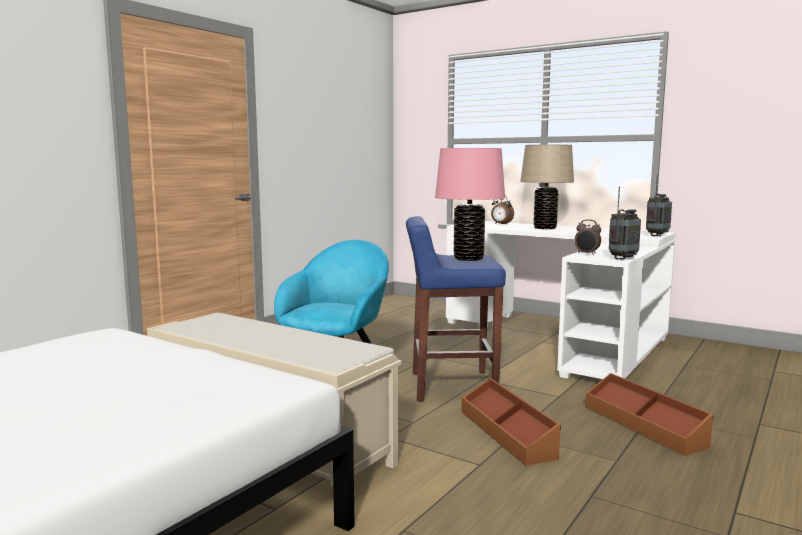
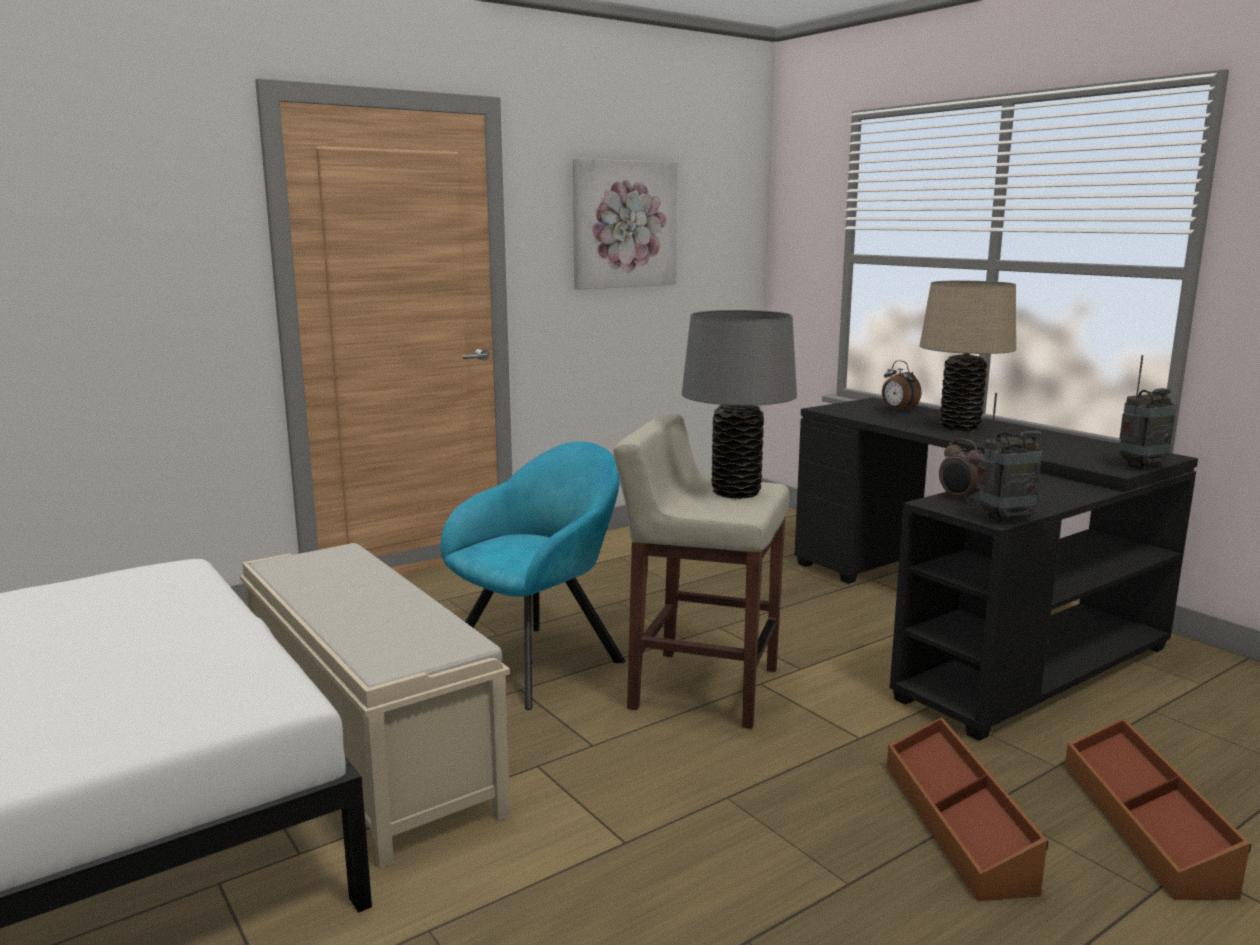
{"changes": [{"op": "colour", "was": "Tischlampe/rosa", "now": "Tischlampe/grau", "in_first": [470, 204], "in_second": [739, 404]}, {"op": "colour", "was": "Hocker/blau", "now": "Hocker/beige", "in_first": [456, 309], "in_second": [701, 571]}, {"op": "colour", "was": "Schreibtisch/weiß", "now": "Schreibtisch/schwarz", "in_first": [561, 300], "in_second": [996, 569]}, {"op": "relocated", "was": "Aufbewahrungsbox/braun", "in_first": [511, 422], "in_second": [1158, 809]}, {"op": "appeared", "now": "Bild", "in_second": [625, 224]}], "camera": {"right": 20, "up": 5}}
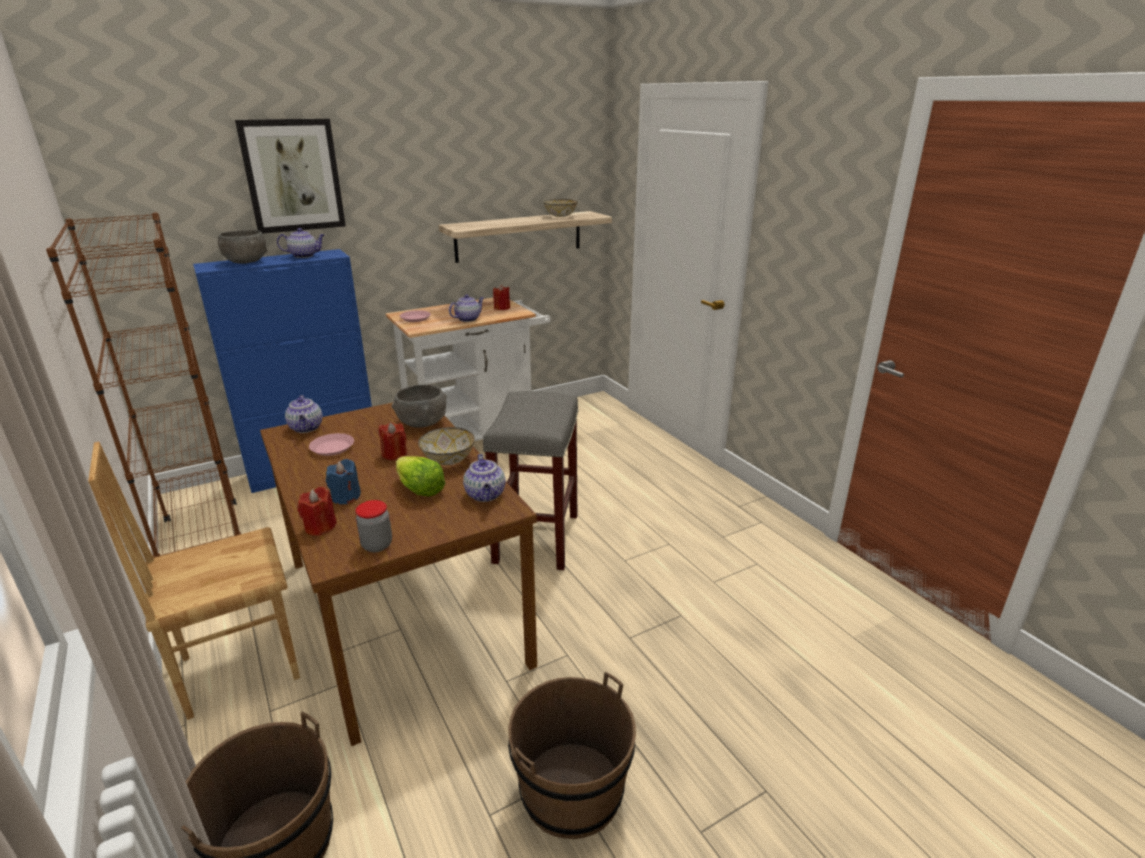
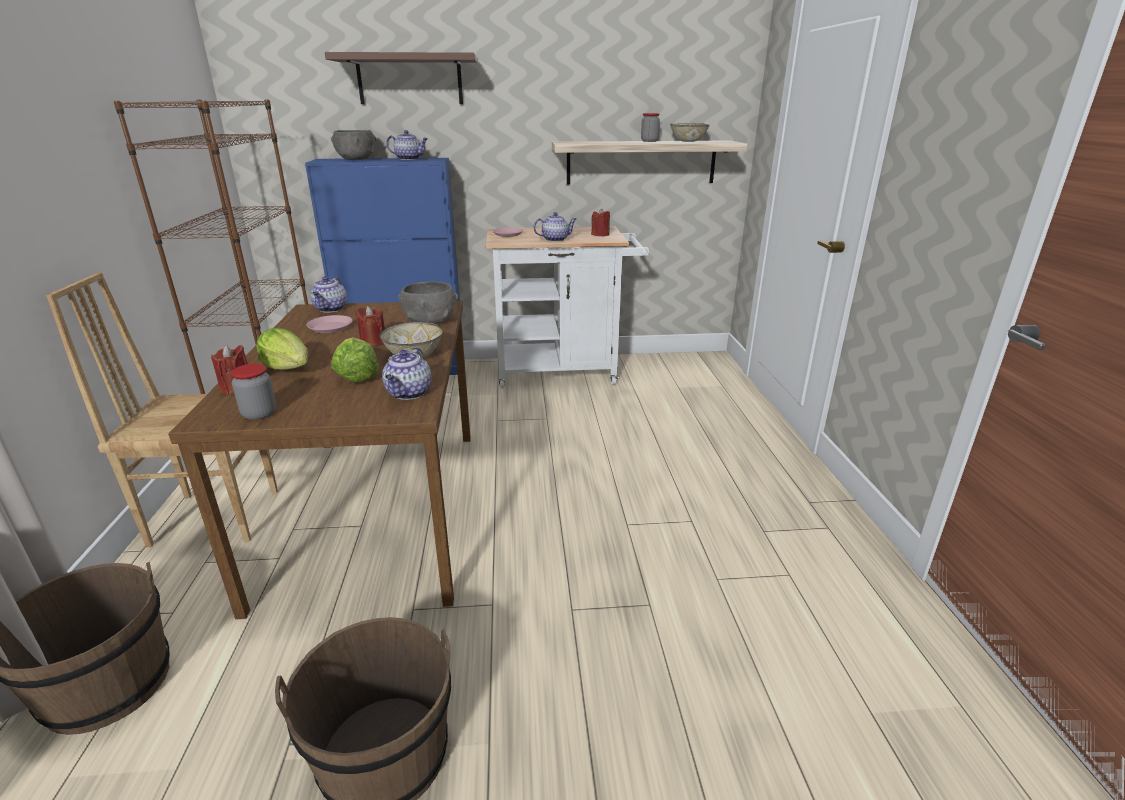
{"changes": [{"op": "exchanged", "was": "Bild", "now": "Wandregal/braun", "in_first": [290, 176], "in_second": [401, 78]}, {"op": "missing", "was": "Hocker/grau", "in_first": [531, 480]}, {"op": "exchanged", "was": "Kerze/blau", "now": "Salatkopf", "in_first": [343, 481], "in_second": [282, 349]}, {"op": "appeared", "now": "Vorratsglas", "in_second": [650, 127]}], "camera": {"right": 25, "up": 0}}
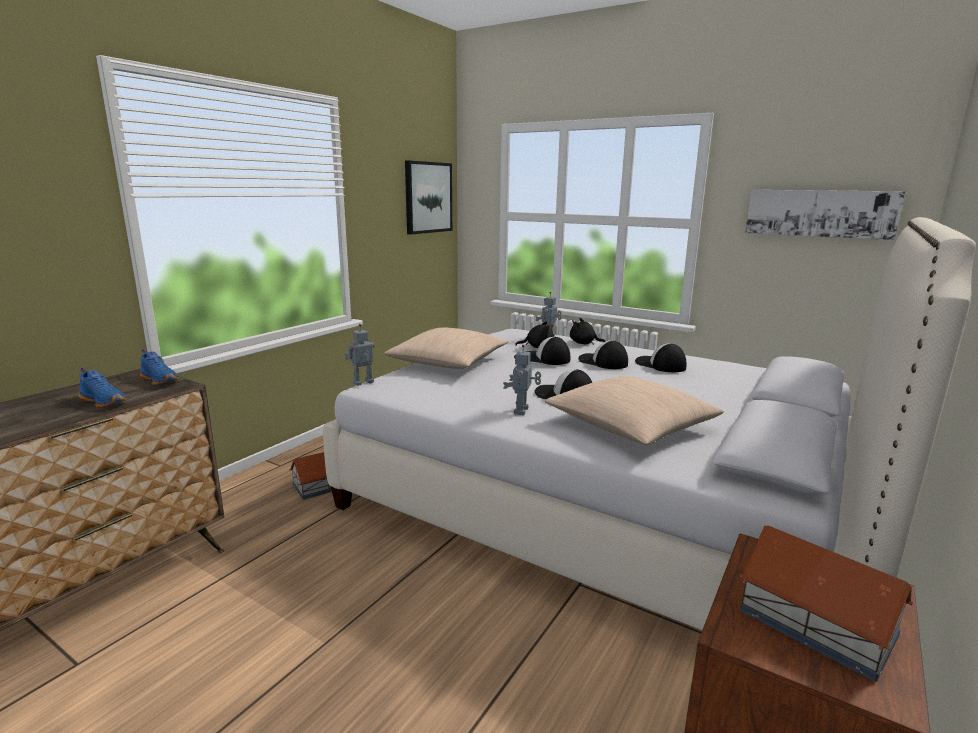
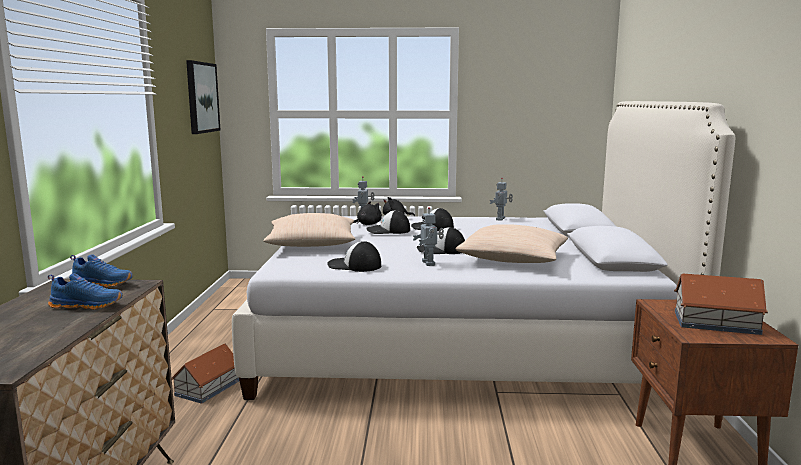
{"changes": [{"op": "missing", "was": "Bild", "in_first": [825, 215]}, {"op": "relocated", "was": "Spielzeugroboter", "in_first": [359, 355], "in_second": [501, 199]}, {"op": "relocated", "was": "Kappe", "in_first": [660, 357], "in_second": [354, 256]}], "camera": {"right": -30, "up": -5}}
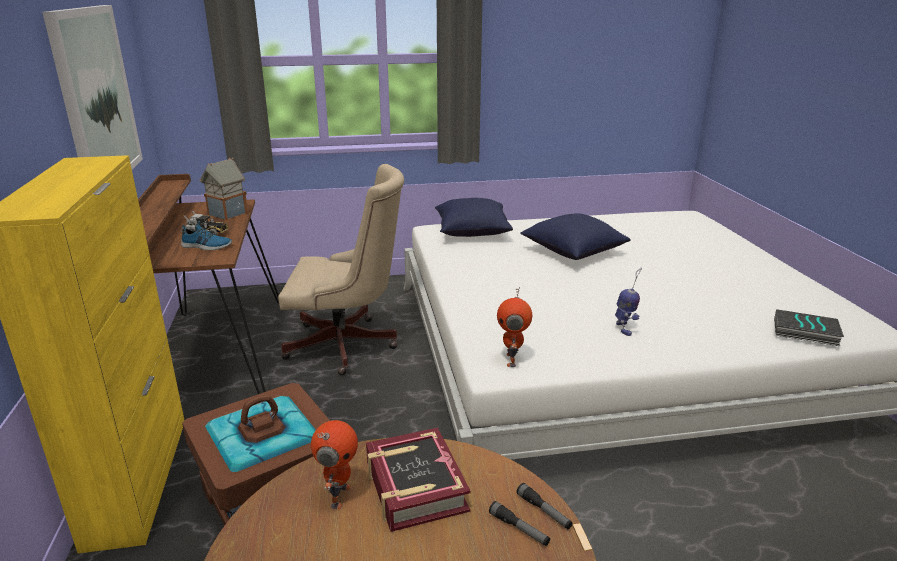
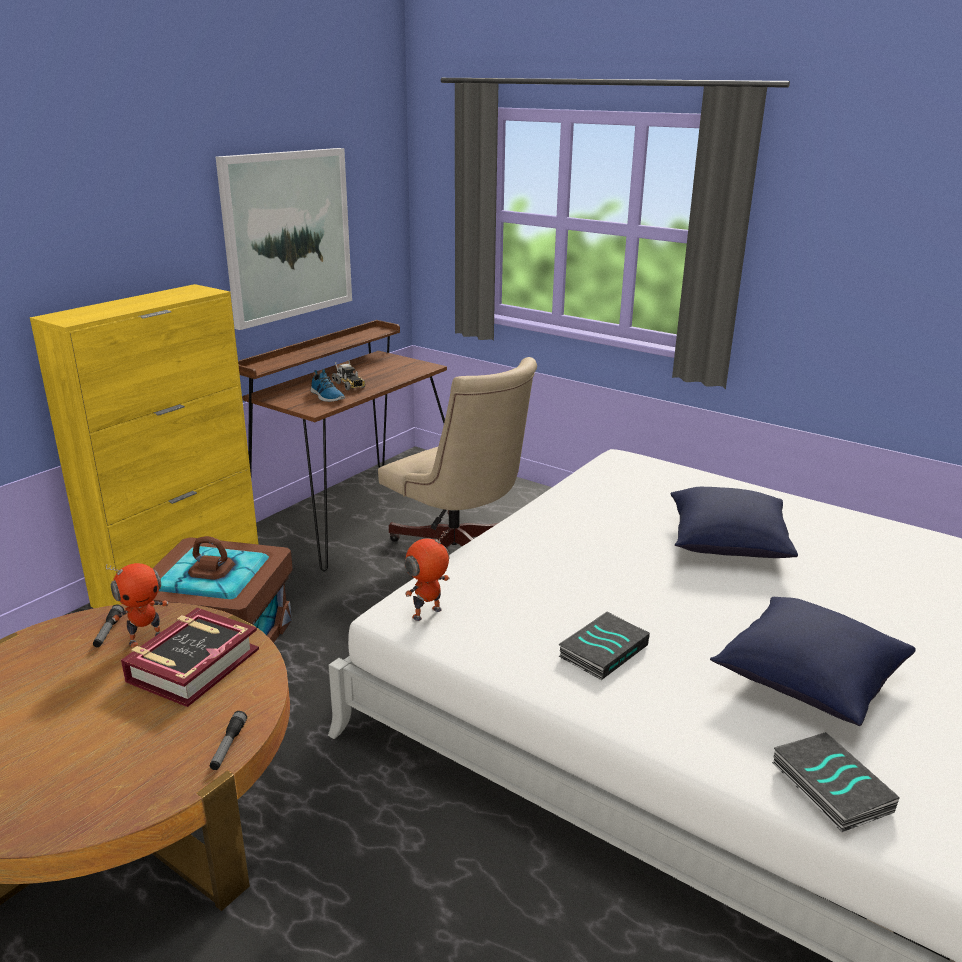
{"changes": [{"op": "missing", "was": "Spielzeughaus", "in_first": [224, 189]}, {"op": "relocated", "was": "Kissen/blau", "in_first": [474, 217], "in_second": [813, 661]}, {"op": "exchanged", "was": "Spielzeugroboter", "now": "Buch", "in_first": [628, 302], "in_second": [604, 646]}, {"op": "relocated", "was": "Taschenlampe", "in_first": [519, 523], "in_second": [108, 626]}], "camera": {"right": 45, "up": 0}}
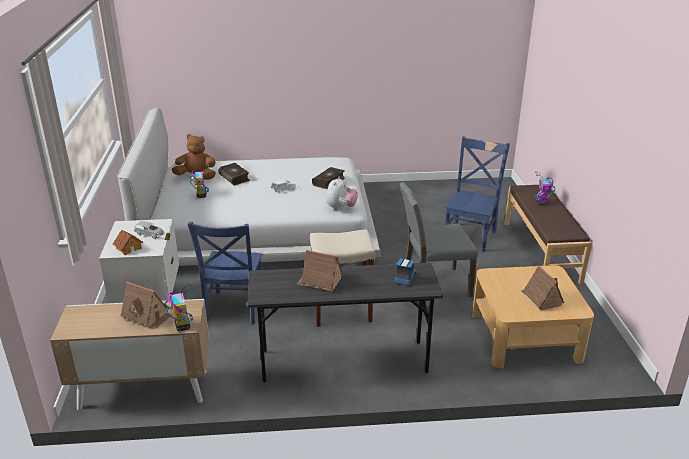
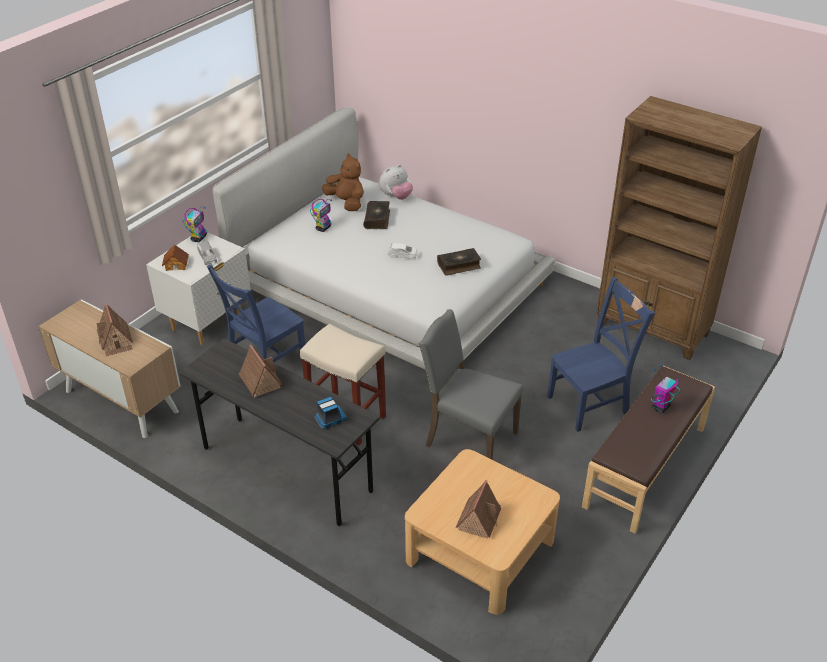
{"changes": [{"op": "relocated", "was": "Plüschtier", "in_first": [342, 193], "in_second": [396, 182]}, {"op": "relocated", "was": "Spielzeugroboter", "in_first": [179, 307], "in_second": [195, 224]}, {"op": "appeared", "now": "Bücherregal/braun", "in_second": [679, 228]}], "camera": {"right": 40, "up": 10}}
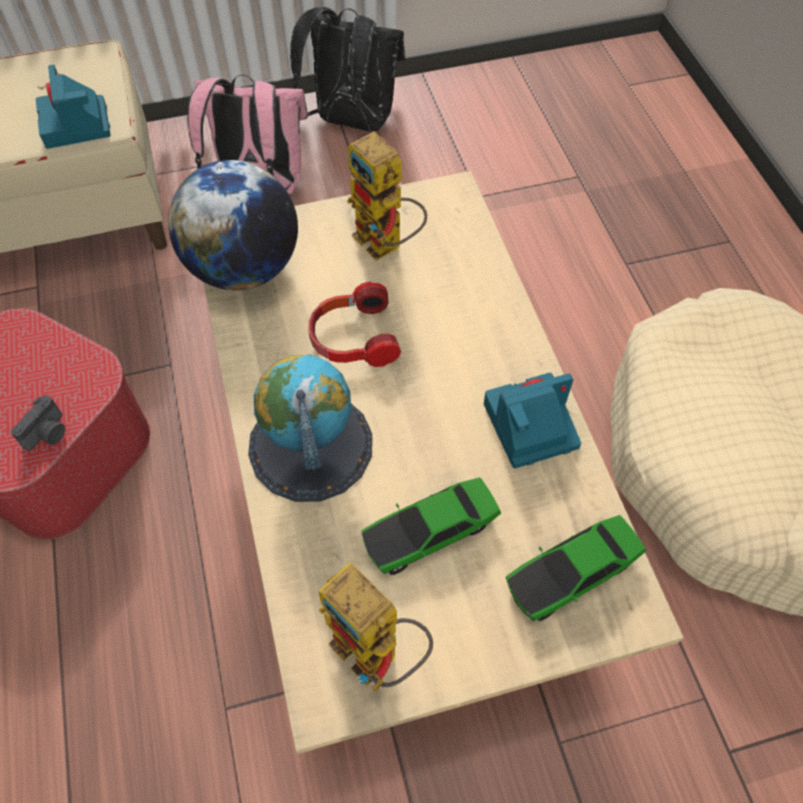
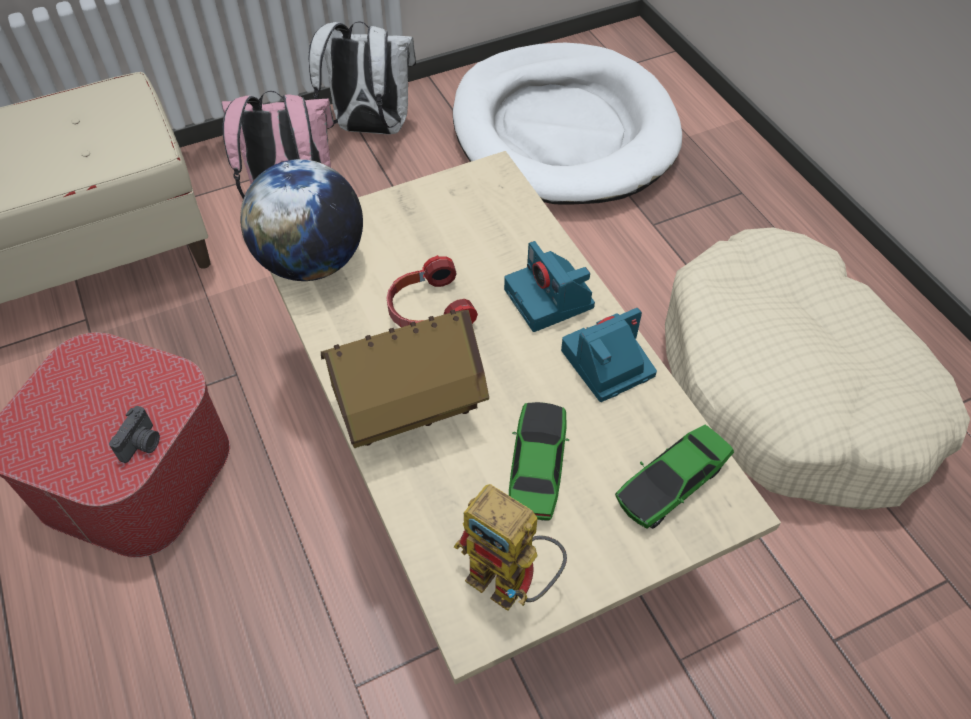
{"changes": [{"op": "colour", "was": "Rucksack/schwarz", "now": "Rucksack/weiß", "in_first": [347, 69], "in_second": [362, 78]}, {"op": "relocated", "was": "Kamera", "in_first": [73, 107], "in_second": [549, 286]}, {"op": "missing", "was": "Spielzeugroboter", "in_first": [387, 196]}, {"op": "exchanged", "was": "Globus", "now": "Spielzeughaus", "in_first": [310, 428], "in_second": [405, 378]}, {"op": "spun", "was": "Spielzeugauto", "in_first": [431, 526], "in_second": [539, 461], "clockwise": 135}, {"op": "appeared", "now": "Hundebett/weiß", "in_second": [567, 123]}], "camera": {"right": -10, "up": -5}}
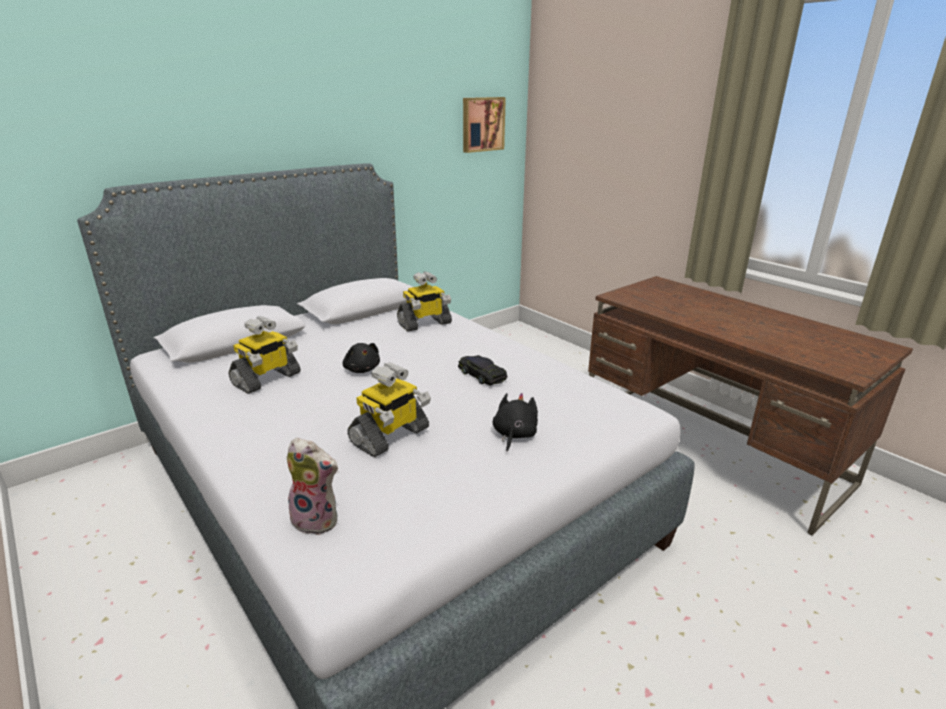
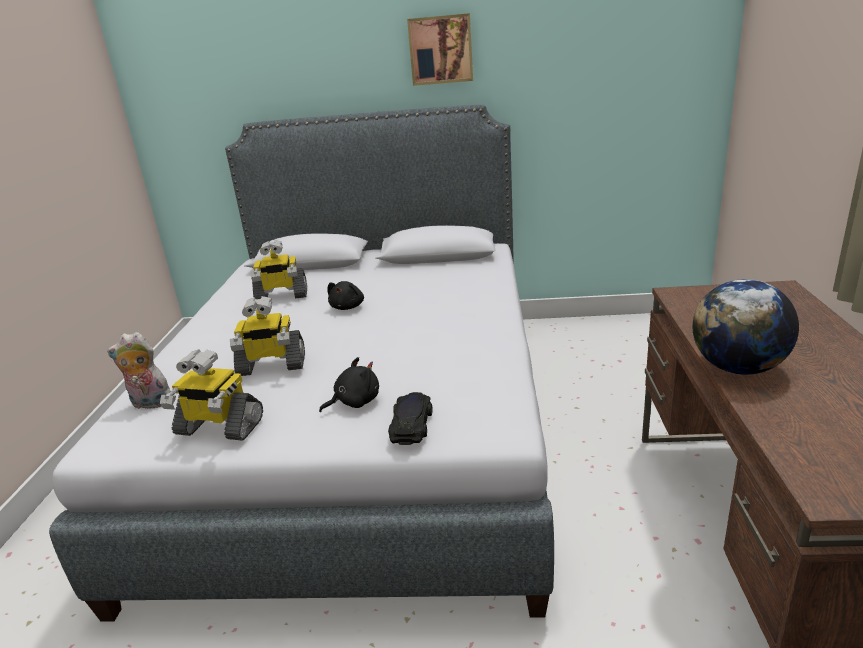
{"changes": [{"op": "relocated", "was": "Bild", "in_first": [484, 125], "in_second": [440, 49]}, {"op": "relocated", "was": "Spielzeugroboter", "in_first": [424, 301], "in_second": [211, 395]}, {"op": "relocated", "was": "Spielzeugauto/schwarz", "in_first": [482, 370], "in_second": [410, 418]}, {"op": "spun", "was": "Plüschtier", "in_first": [312, 486], "in_second": [138, 370], "clockwise": 120}, {"op": "appeared", "now": "Globus", "in_second": [745, 327]}], "camera": {"right": 45, "up": 0}}
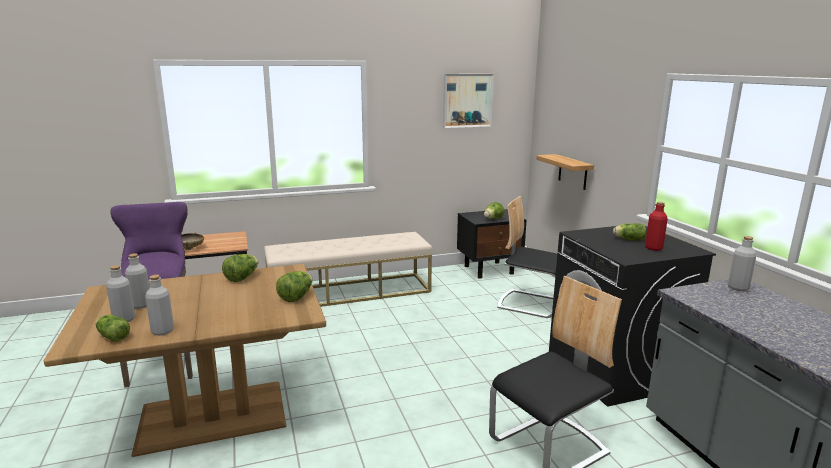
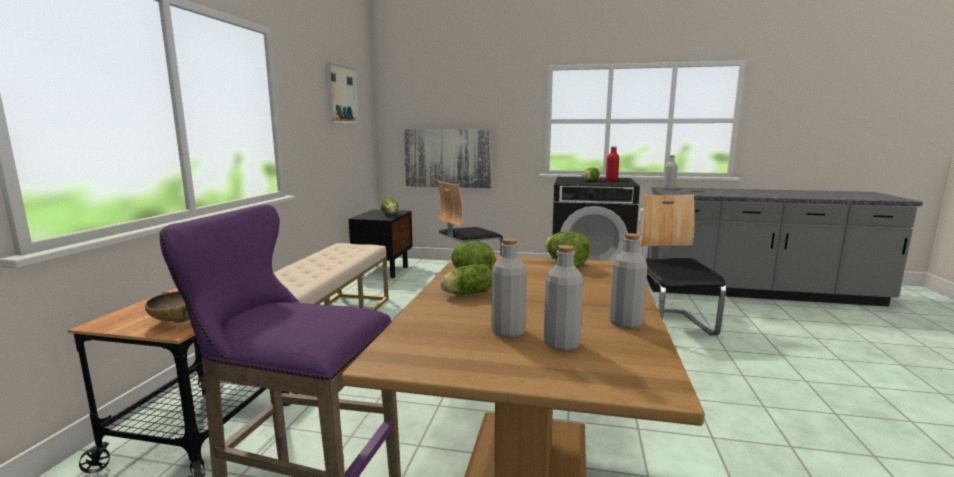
{"changes": [{"op": "exchanged", "was": "Wandregal", "now": "Bild", "in_first": [565, 172], "in_second": [447, 158]}, {"op": "relocated", "was": "Salatkopf", "in_first": [113, 328], "in_second": [466, 279]}], "camera": {"right": -60, "up": -5}}
